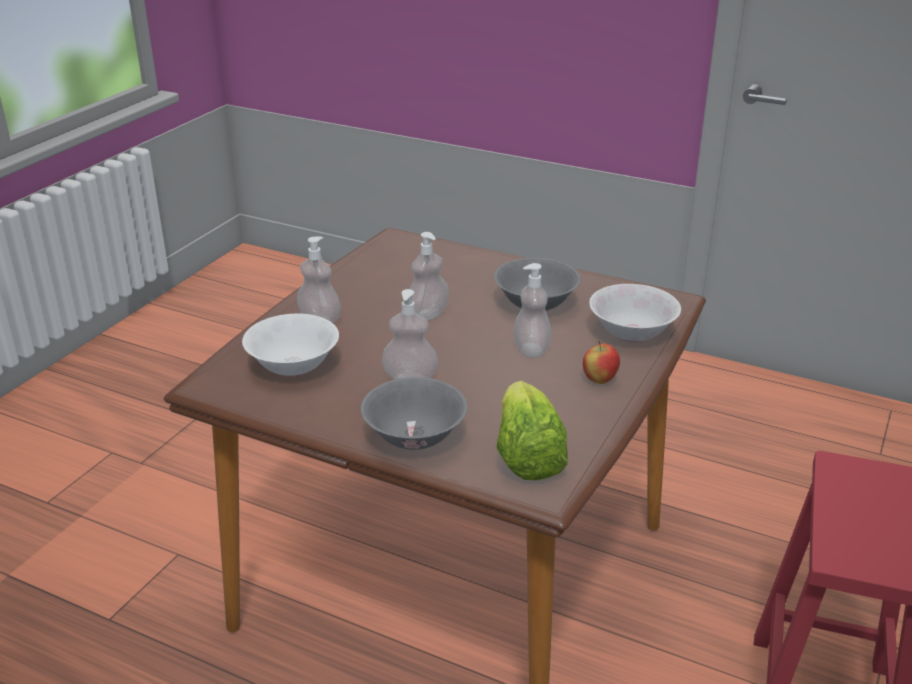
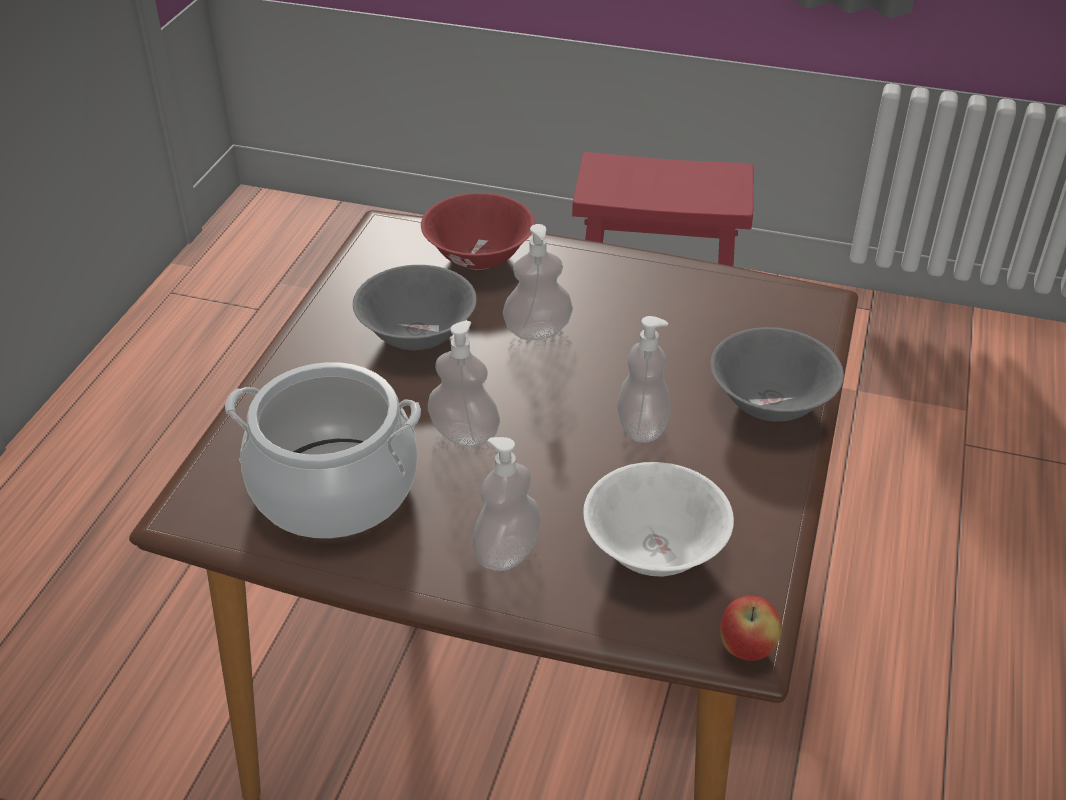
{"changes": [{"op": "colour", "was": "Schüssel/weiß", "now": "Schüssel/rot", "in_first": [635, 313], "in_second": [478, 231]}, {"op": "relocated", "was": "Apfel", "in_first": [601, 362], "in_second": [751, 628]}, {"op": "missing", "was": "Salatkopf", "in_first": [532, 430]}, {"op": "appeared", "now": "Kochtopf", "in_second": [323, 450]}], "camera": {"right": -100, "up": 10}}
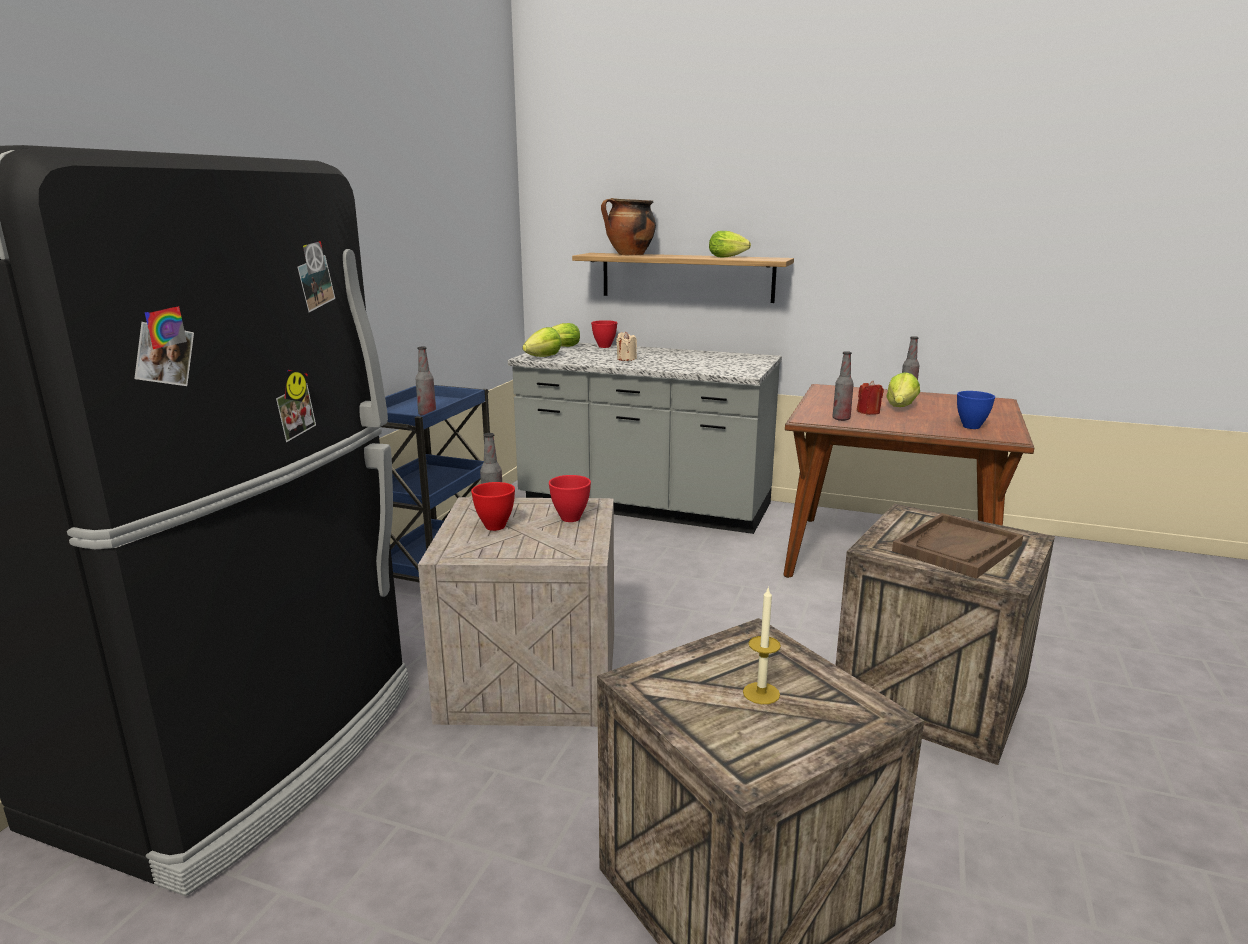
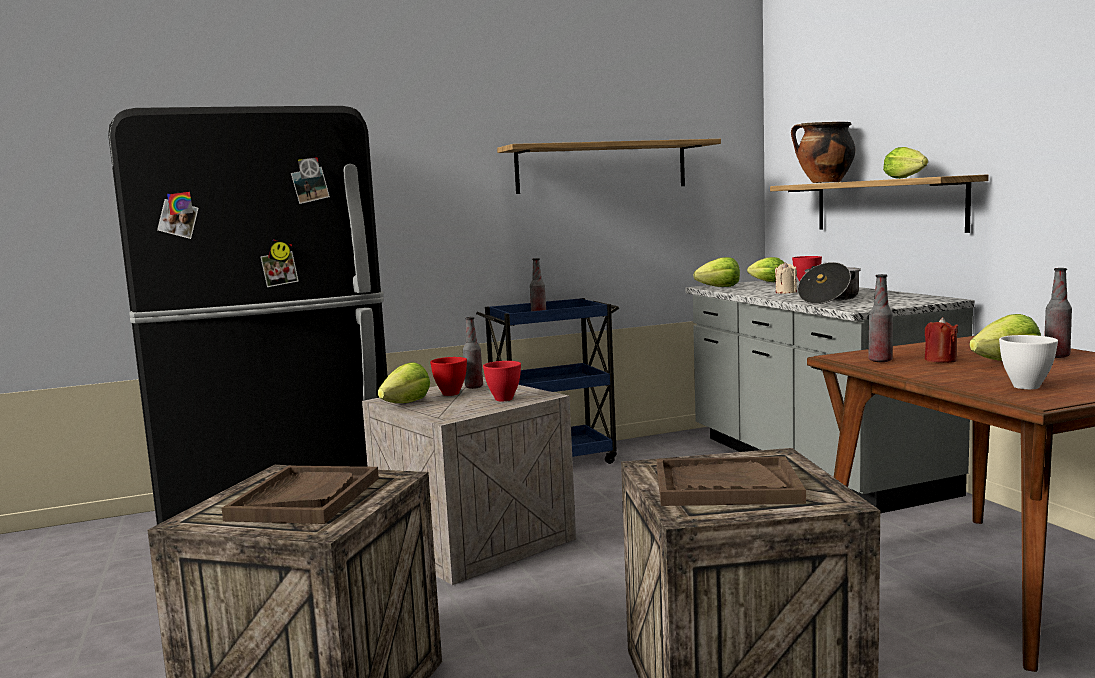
{"changes": [{"op": "colour", "was": "Schüssel/blau", "now": "Schüssel/weiß", "in_first": [976, 410], "in_second": [1028, 362]}, {"op": "exchanged", "was": "Kerze", "now": "Tablett/braun", "in_first": [762, 645], "in_second": [300, 495]}, {"op": "appeared", "now": "Wandregal", "in_second": [609, 166]}, {"op": "appeared", "now": "Kochtopf", "in_second": [829, 283]}, {"op": "appeared", "now": "Salatkopf", "in_second": [404, 382]}], "camera": {"right": 50, "up": -10}}
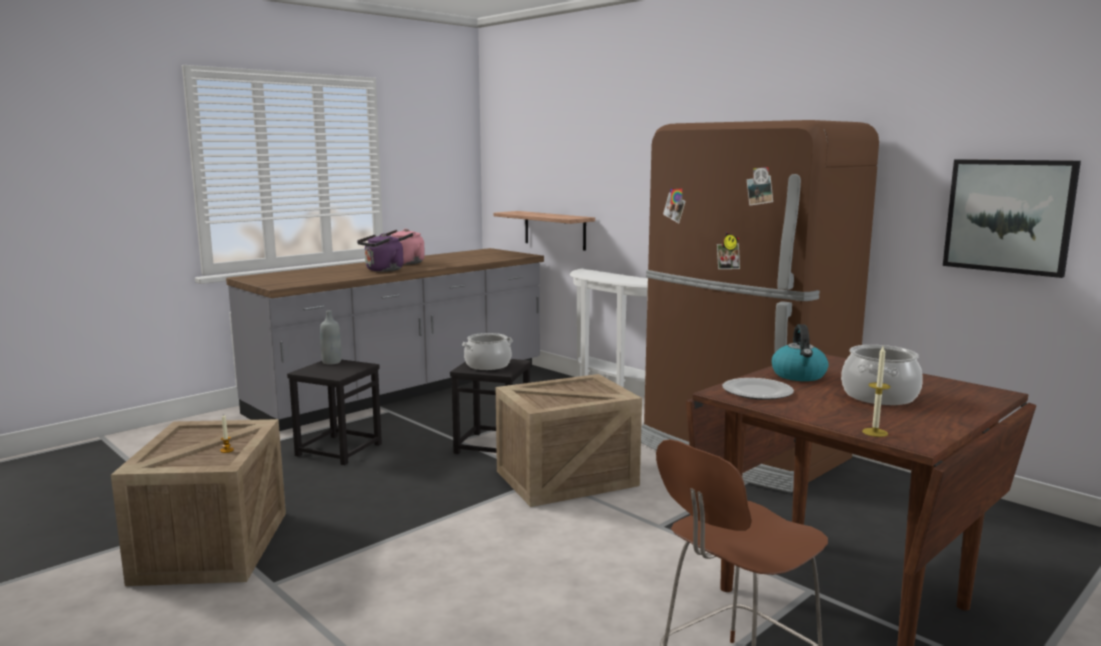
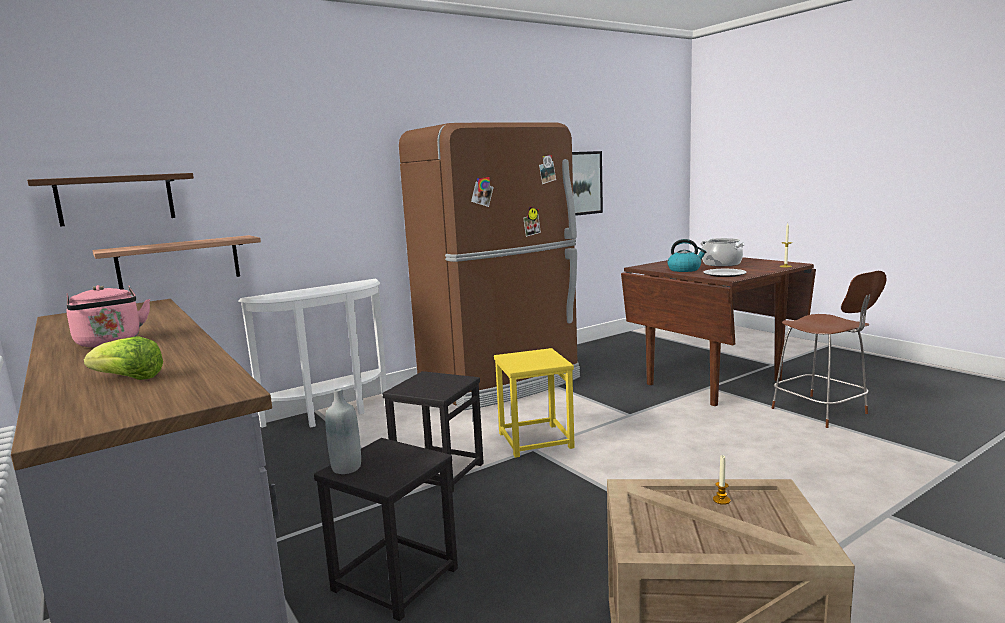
{"changes": [{"op": "missing", "was": "Wasserkessel/lila", "in_first": [380, 252]}, {"op": "missing", "was": "Kochtopf", "in_first": [487, 351]}, {"op": "exchanged", "was": "Kiste", "now": "Hocker/gelb", "in_first": [569, 440], "in_second": [534, 403]}, {"op": "appeared", "now": "Wandregal/braun", "in_second": [110, 200]}, {"op": "appeared", "now": "Salatkopf", "in_second": [123, 358]}], "camera": {"right": -80, "up": 0}}
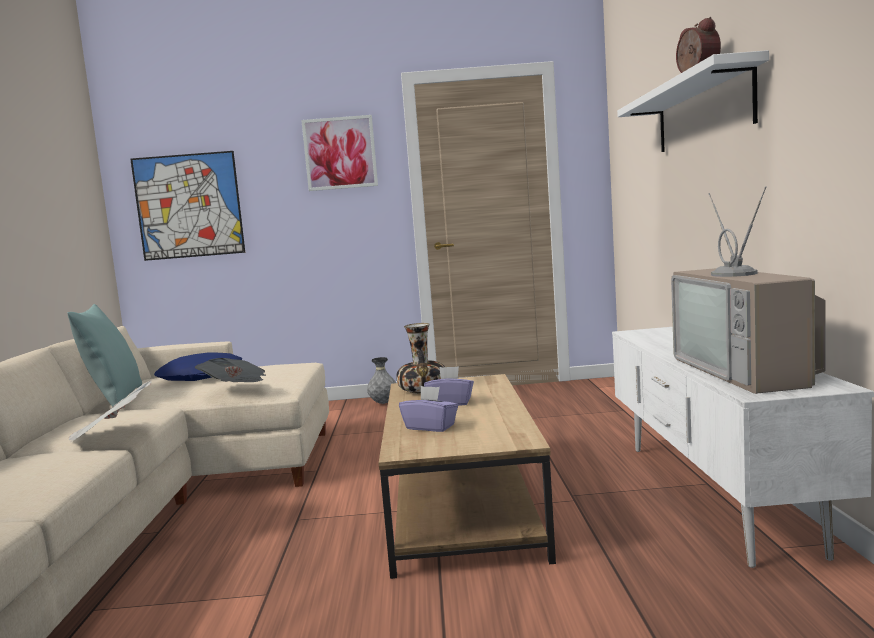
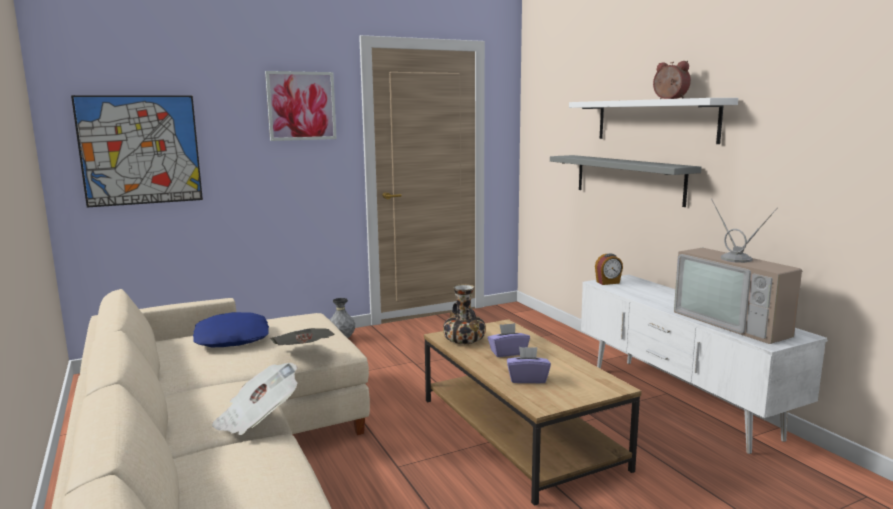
{"changes": [{"op": "missing", "was": "Kissen/türkis", "in_first": [105, 355]}, {"op": "appeared", "now": "Wandregal/grau", "in_second": [625, 181]}, {"op": "appeared", "now": "Wecker", "in_second": [609, 269]}], "camera": {"right": -25, "up": 5}}
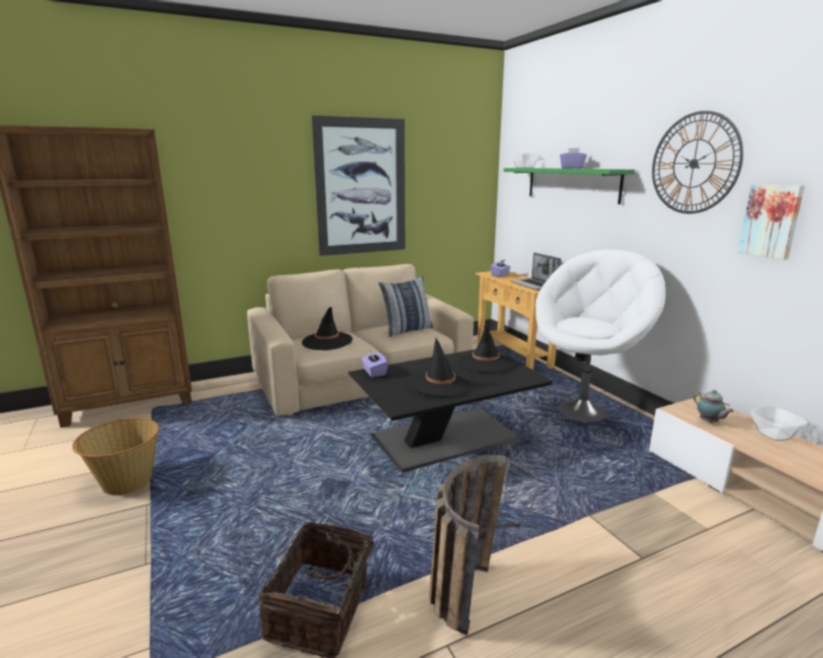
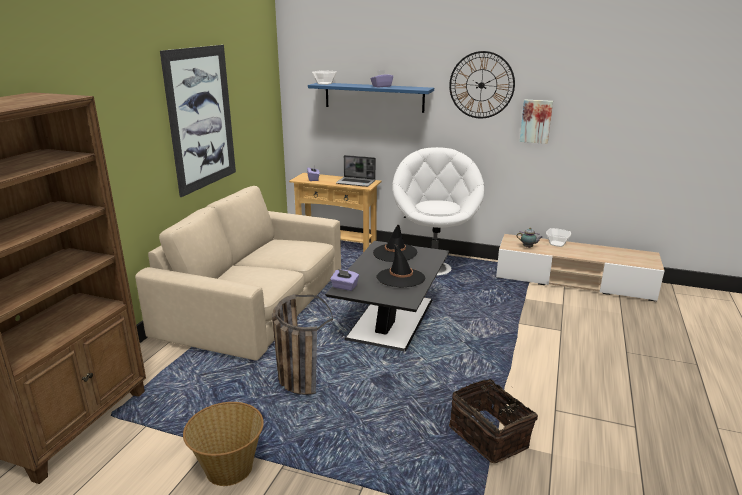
{"changes": [{"op": "colour", "was": "Wandregal/grün", "now": "Wandregal/blau", "in_first": [569, 186], "in_second": [371, 98]}, {"op": "missing", "was": "Kissen", "in_first": [406, 306]}, {"op": "missing", "was": "Hut/schwarz", "in_first": [327, 328]}, {"op": "relocated", "was": "Korb", "in_first": [483, 545], "in_second": [302, 344]}], "camera": {"right": -45, "up": 5}}
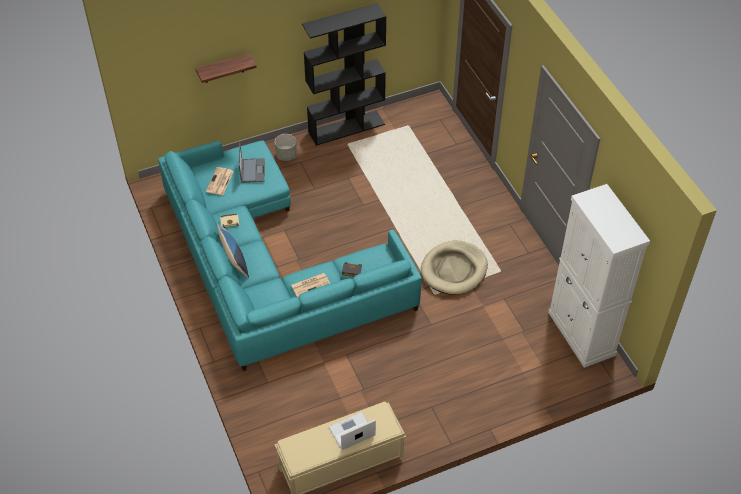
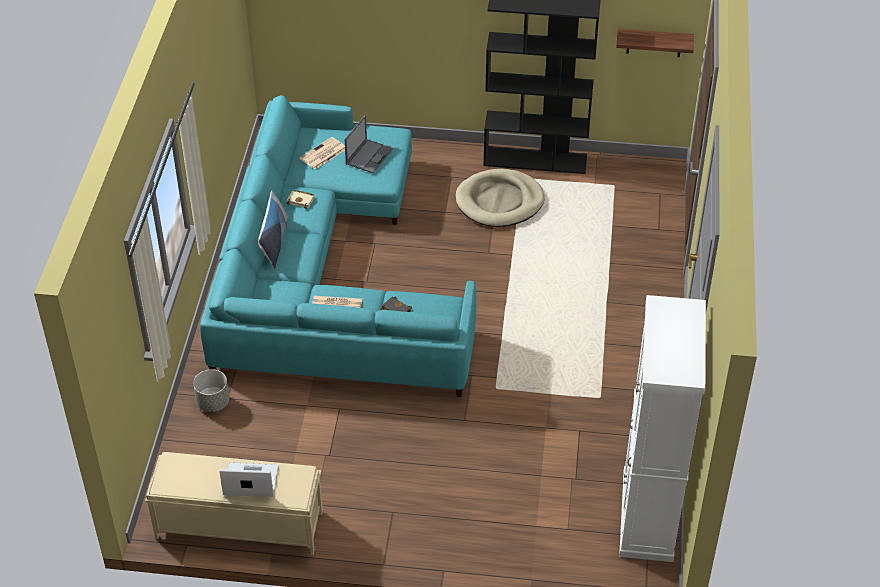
{"changes": [{"op": "relocated", "was": "Wandregal", "in_first": [226, 68], "in_second": [655, 43]}, {"op": "relocated", "was": "Pflanzkübel/grau", "in_first": [286, 147], "in_second": [211, 390]}, {"op": "relocated", "was": "Hundebett/beige", "in_first": [454, 268], "in_second": [500, 198]}], "camera": {"right": 30, "up": -5}}
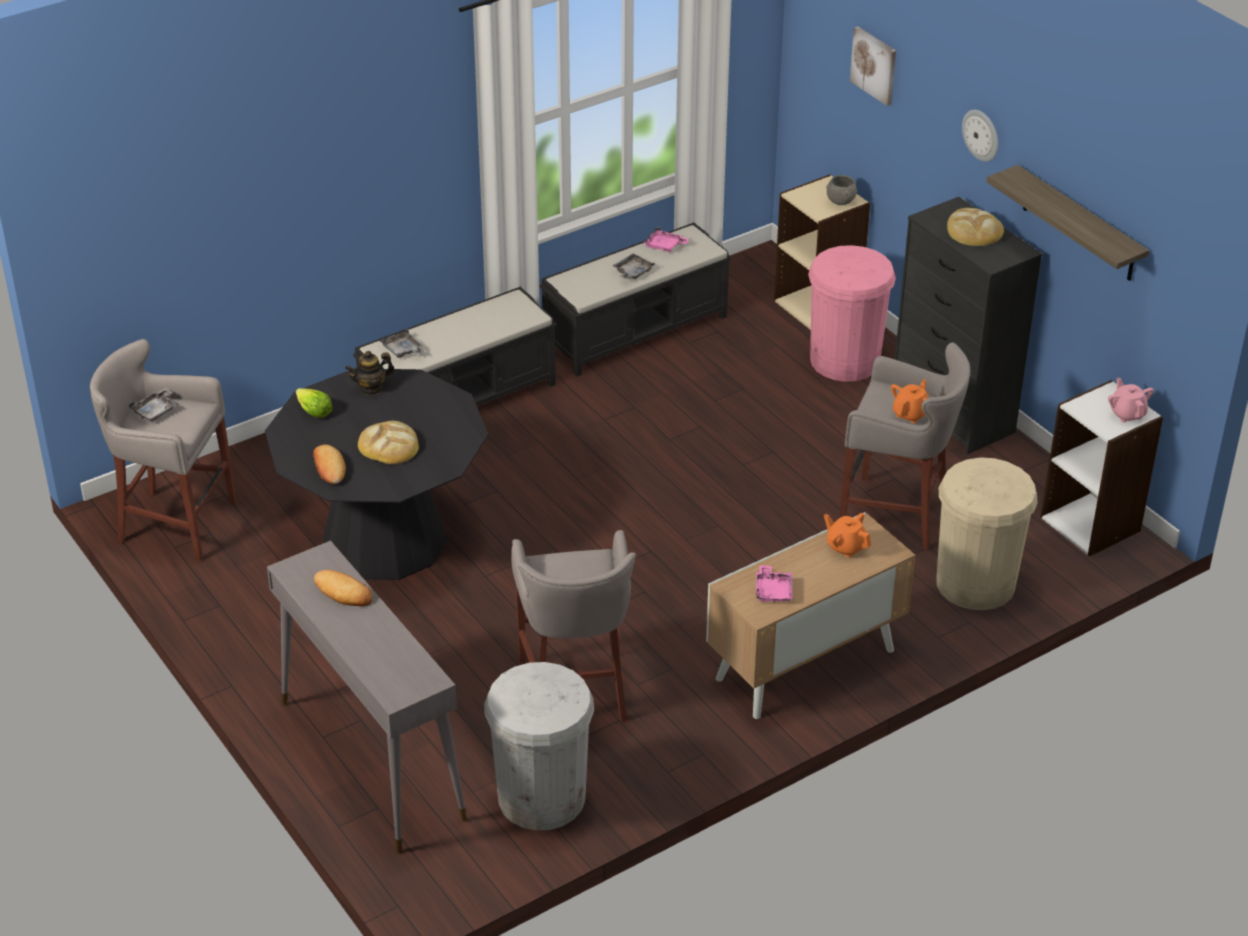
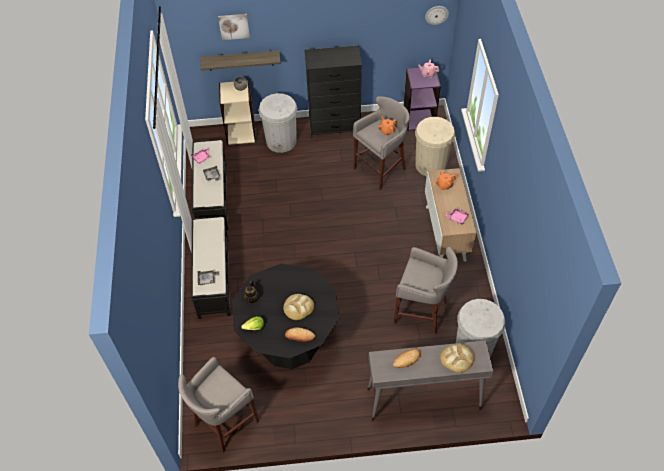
{"changes": [{"op": "relocated", "was": "Wanduhr", "in_first": [980, 136], "in_second": [437, 15]}, {"op": "relocated", "was": "Wandregal", "in_first": [1068, 223], "in_second": [240, 60]}, {"op": "relocated", "was": "Brot", "in_first": [975, 227], "in_second": [457, 358]}, {"op": "colour", "was": "Mülleimer/rosa", "now": "Mülleimer/weiß", "in_first": [852, 313], "in_second": [277, 123]}, {"op": "colour", "was": "Bücherregal/weiß", "now": "Bücherregal/lila", "in_first": [1101, 468], "in_second": [422, 99]}, {"op": "missing", "was": "Tablett/grau", "in_first": [153, 405]}], "camera": {"right": -60, "up": 15}}
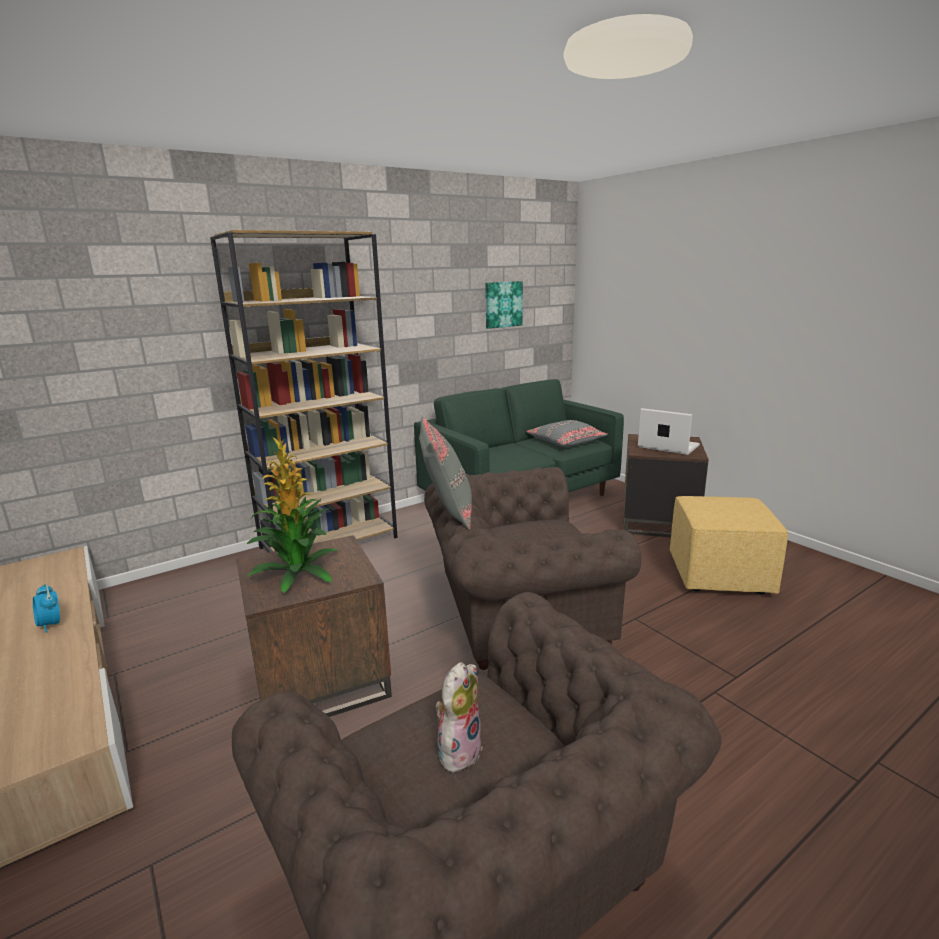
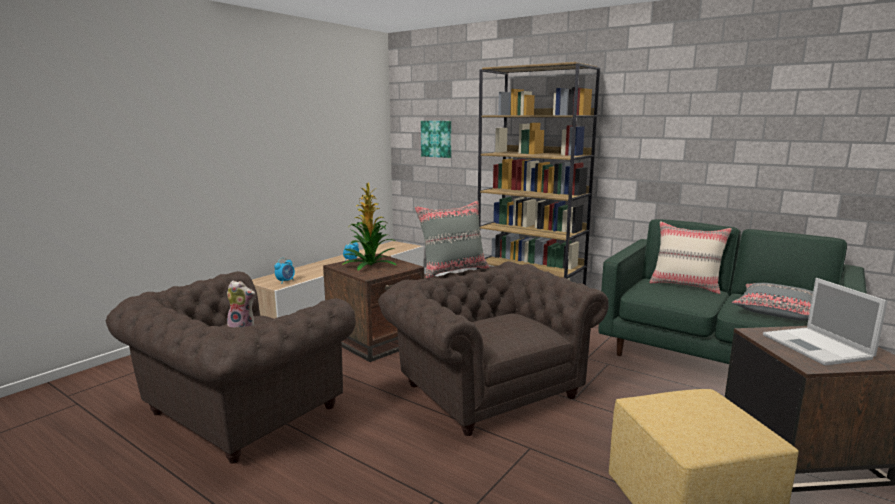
{"changes": [{"op": "relocated", "was": "Bild", "in_first": [504, 305], "in_second": [436, 139]}, {"op": "spun", "was": "Laptop", "in_first": [669, 431], "in_second": [825, 322], "clockwise": 150}, {"op": "appeared", "now": "Kissen/beige", "in_second": [691, 257]}, {"op": "appeared", "now": "Wecker", "in_second": [284, 271]}], "camera": {"right": 70, "up": -5}}
